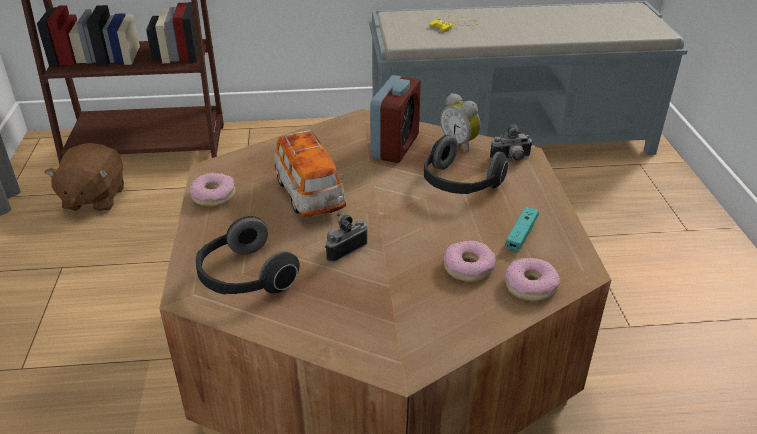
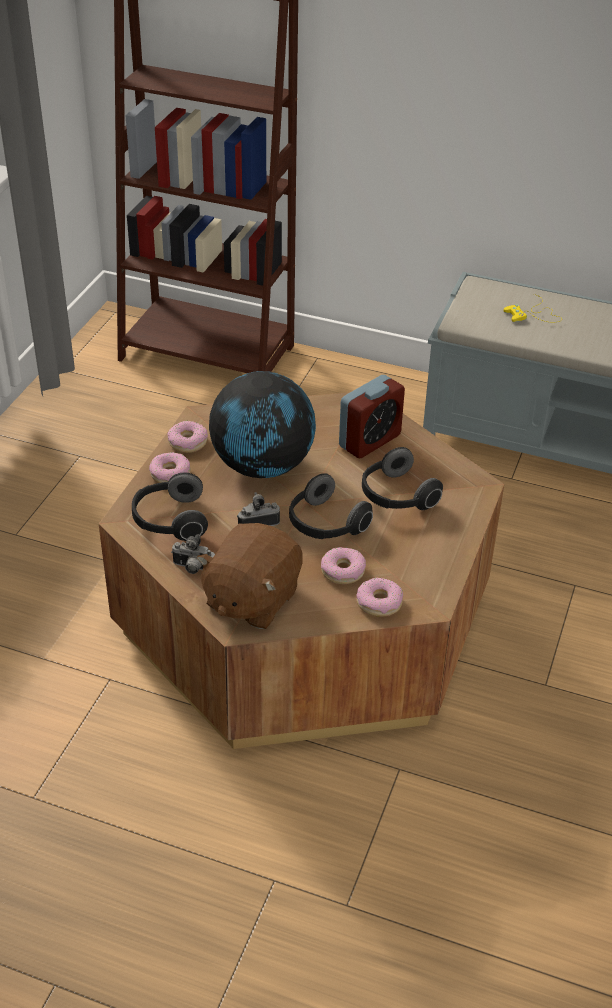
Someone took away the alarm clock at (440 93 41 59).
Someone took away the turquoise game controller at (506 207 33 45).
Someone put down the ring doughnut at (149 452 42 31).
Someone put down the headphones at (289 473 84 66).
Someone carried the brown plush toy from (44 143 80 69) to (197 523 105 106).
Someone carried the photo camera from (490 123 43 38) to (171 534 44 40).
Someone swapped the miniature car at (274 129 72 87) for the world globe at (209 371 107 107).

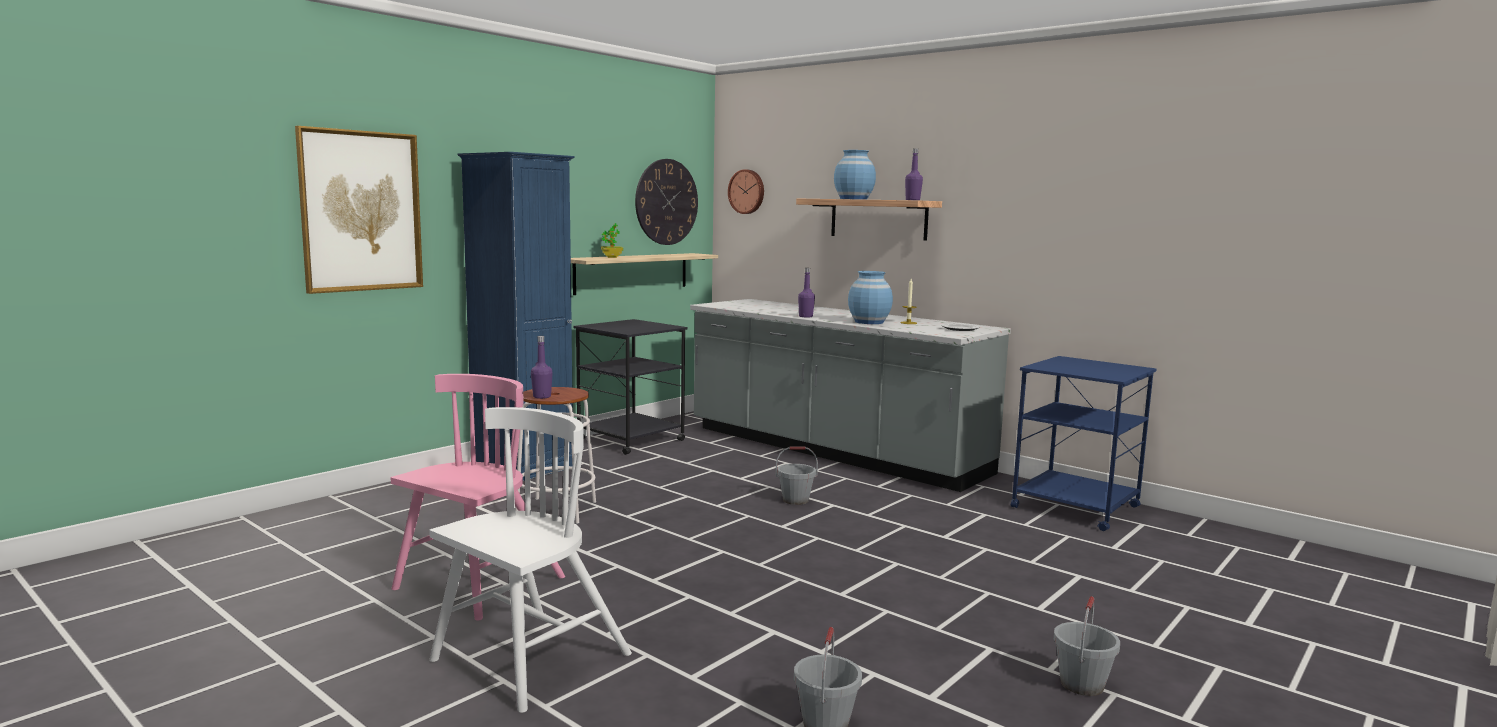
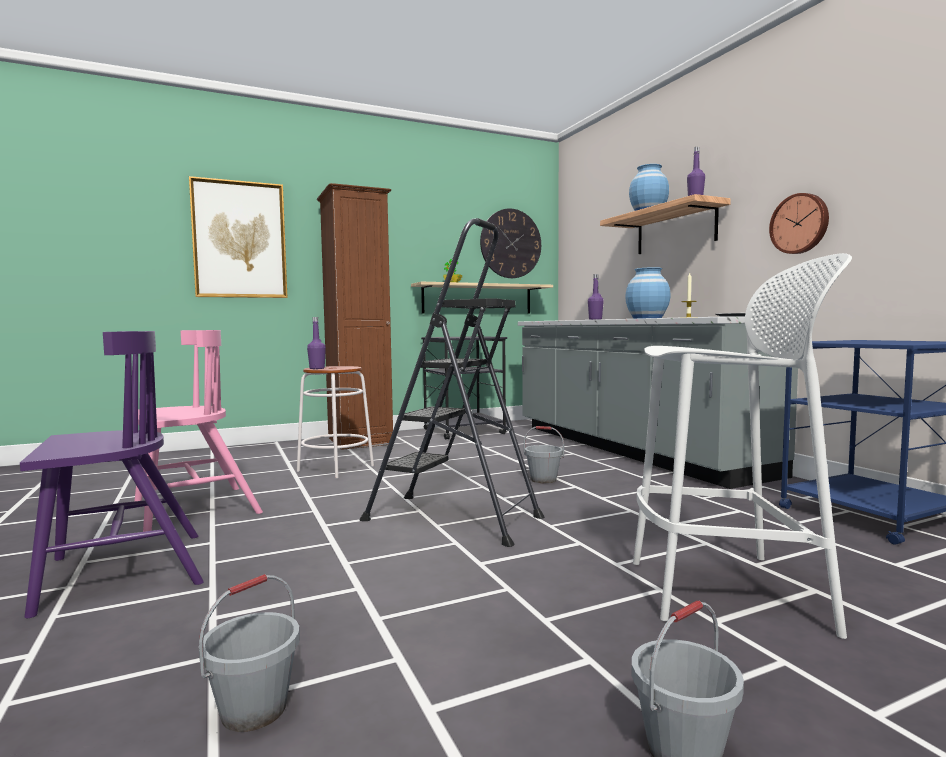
Someone put down the step stool at (360 218 184 329).
Someone put down the white-coloured sitting stool at (633 253 219 386).
Someone carried the wall clock from (728 169 36 45) to (769 193 60 61).
Someone repainted the white-coloured plain chair at (429 407 203 306), which became the purplish plain chair at (20 331 184 287).
Someone repainted the blue-coloured cabinet at (457 152 118 329), which became the brown cabinet at (317 183 76 267).

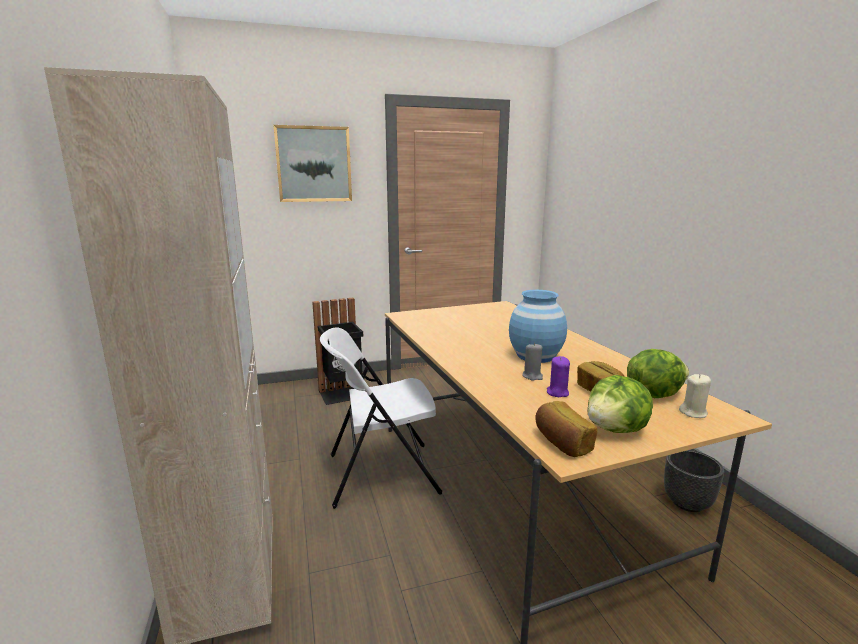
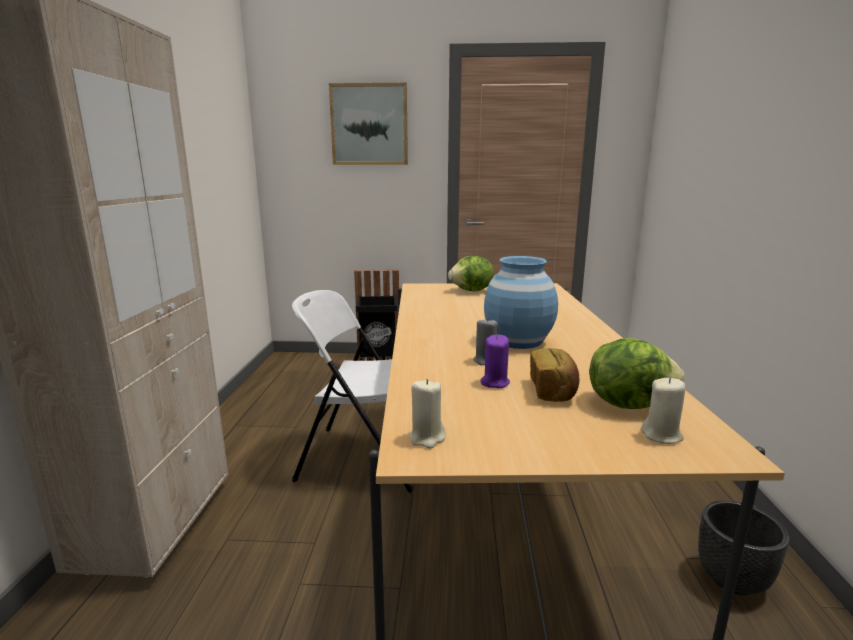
Someone carried the head of lettuce from (587 375 66 58) to (448 256 46 35).
Someone swapped the baked bread at (535 401 63 56) for the beige-coloured wax candle at (409 379 37 70).

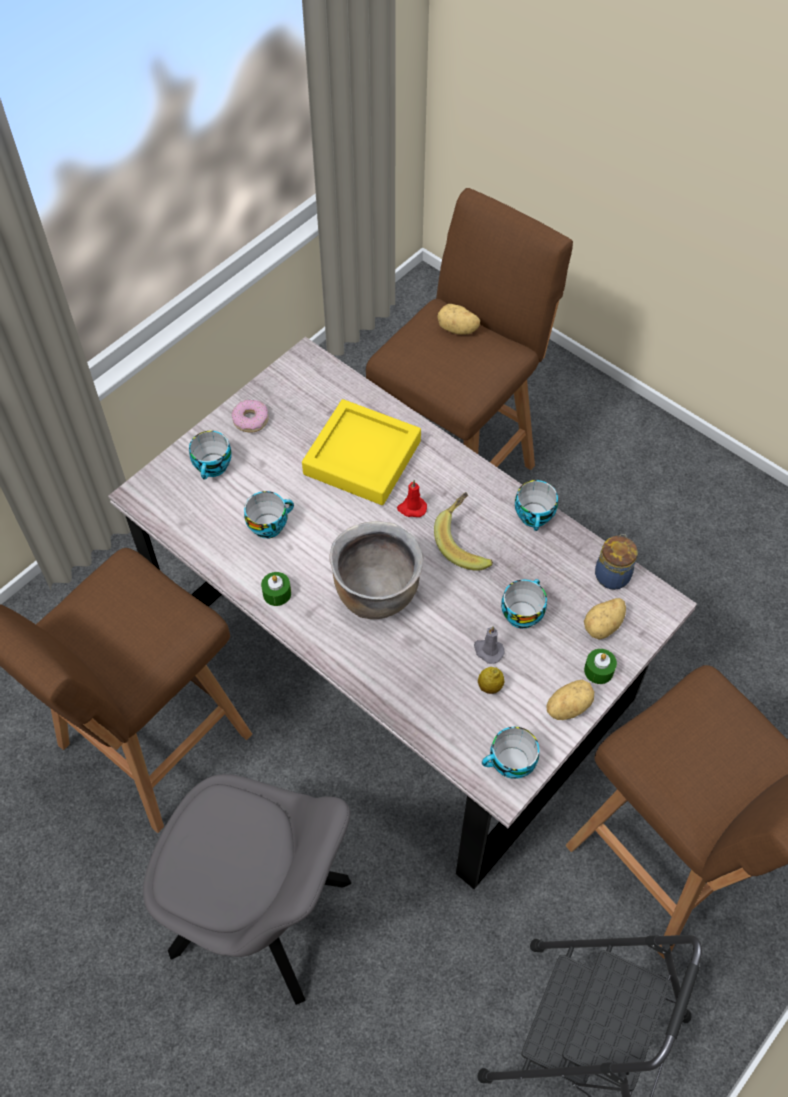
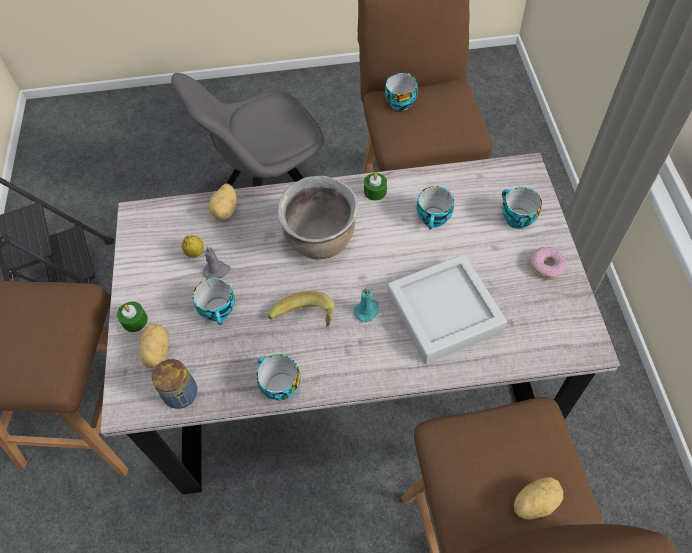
Someone carried the small cup from (482 727 57 52) to (385 73 33 38).
Someone carried the whole potato from (546 680 48 40) to (209 184 28 36).
Someone repainted the yellowish tray at (302 399 119 106), which became the gray tray at (387 254 120 110).
Someone repainted the red wax candle at (397 480 30 37), which became the turquoise wax candle at (354 287 25 35).

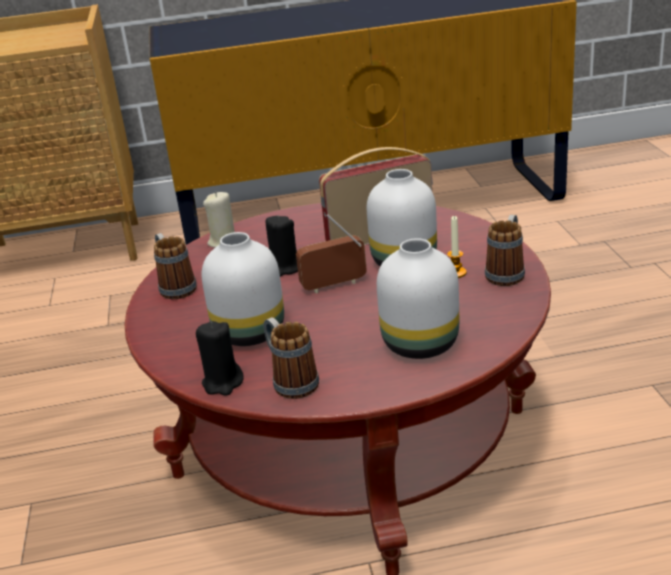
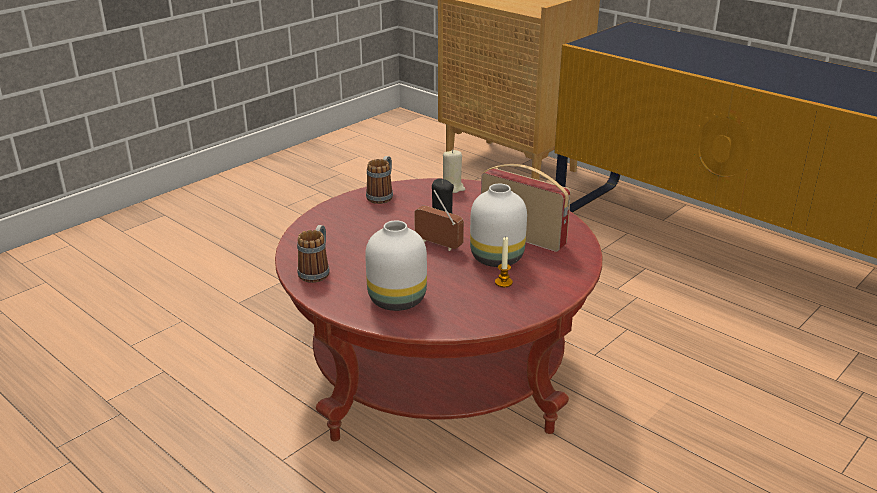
Someone took away the blackish wax candle at (196 321 48 75).
Someone took away the white-coloured vase at (201 232 83 114).
Someone took away the coffee mug at (485 215 40 71).

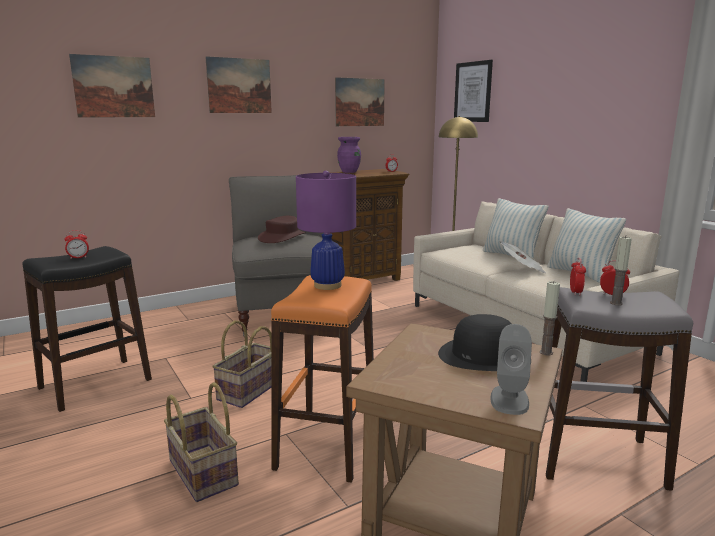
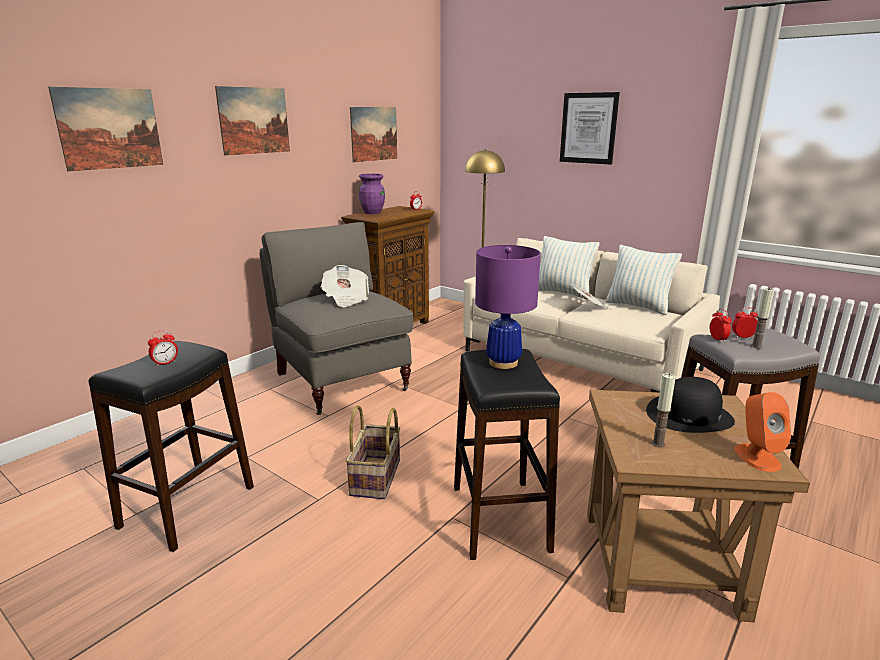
Someone took away the storage basket at (164 382 75 120).
Someone carried the wall picture from (454 60 39 62) to (560 92 60 73).
Someone carried the wax candle from (540 281 20 74) to (651 373 25 74).
Someone swapped the brown clothing hat at (258 216 48 27) for the newspaper at (320 265 49 42).
Someone repainted the orangey sitting stool at (271 275 103 208), which became the blackish sitting stool at (454 349 106 211).
Someone repainted the gray speaker at (490 324 42 91), which became the orangey speaker at (735 392 56 80).

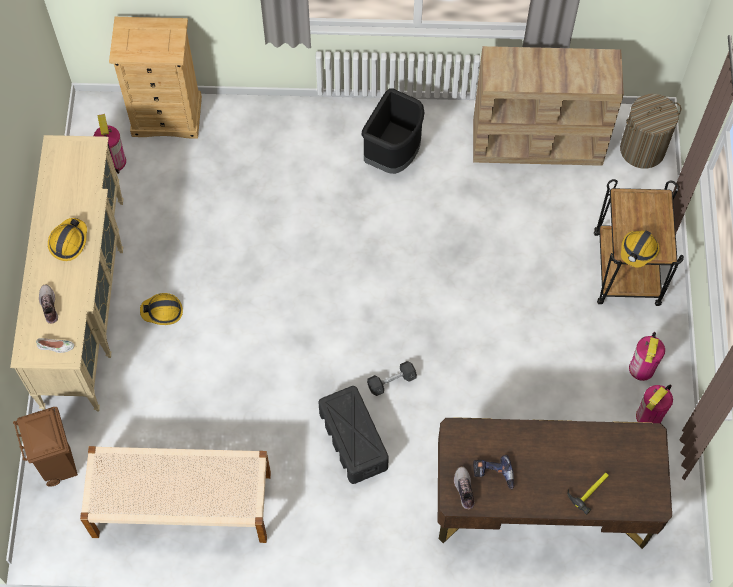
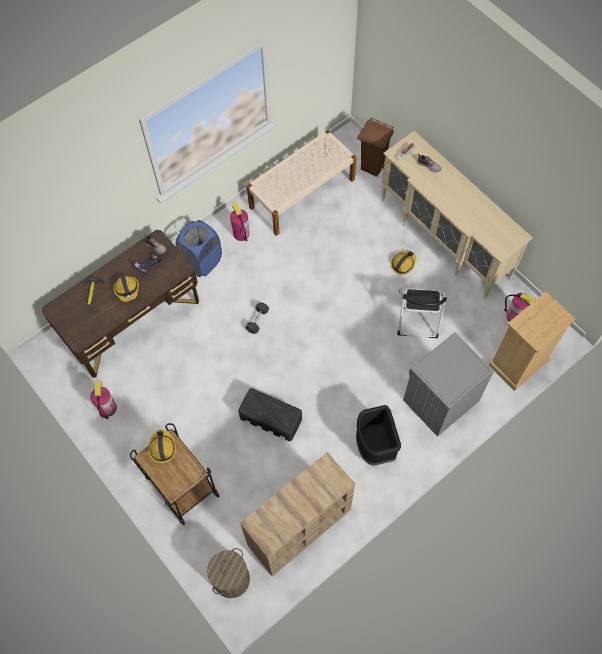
Someone put down the blue-coloured laundry basket at (175 220 47 57).
Someone put down the step stool at (397 288 50 50).
Someone put down the gray washing machine at (403 333 91 104).
Someone carried the safety helmet from (48 218 39 43) to (113 275 26 27).
Someone carried the blackish storage container from (318 386 71 98) to (238 388 64 53).
Someone carried the fire extinguisher from (629 332 36 49) to (230 201 19 40).

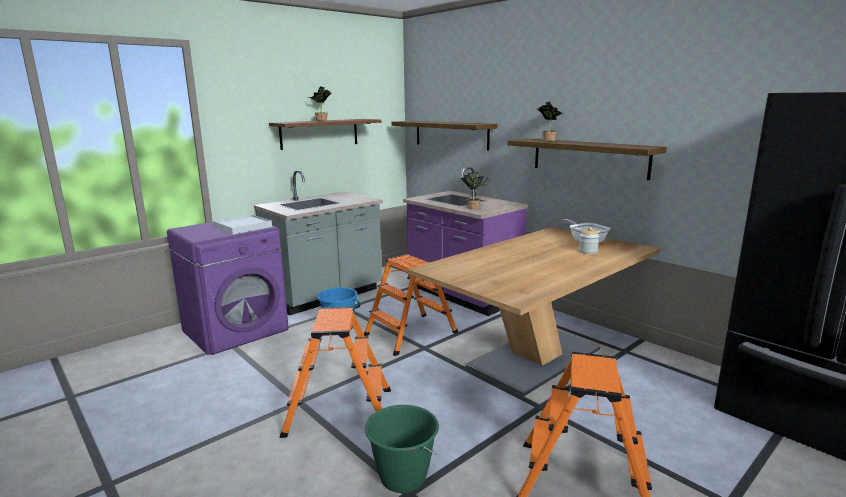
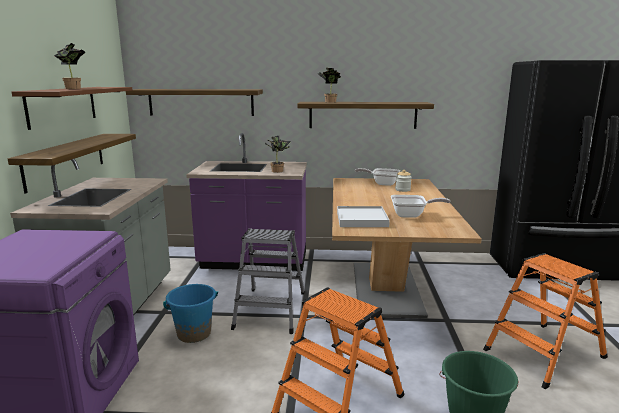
Someone put up the wall shelf at (8 134 128 60).
Someone put down the pan at (391 195 60 23).
Someone carried the white-coloured tray from (213 215 59 19) to (337 206 53 21).
Someone repainted the orangey step stool at (364 254 94 102), which became the gray step stool at (231 228 74 106).

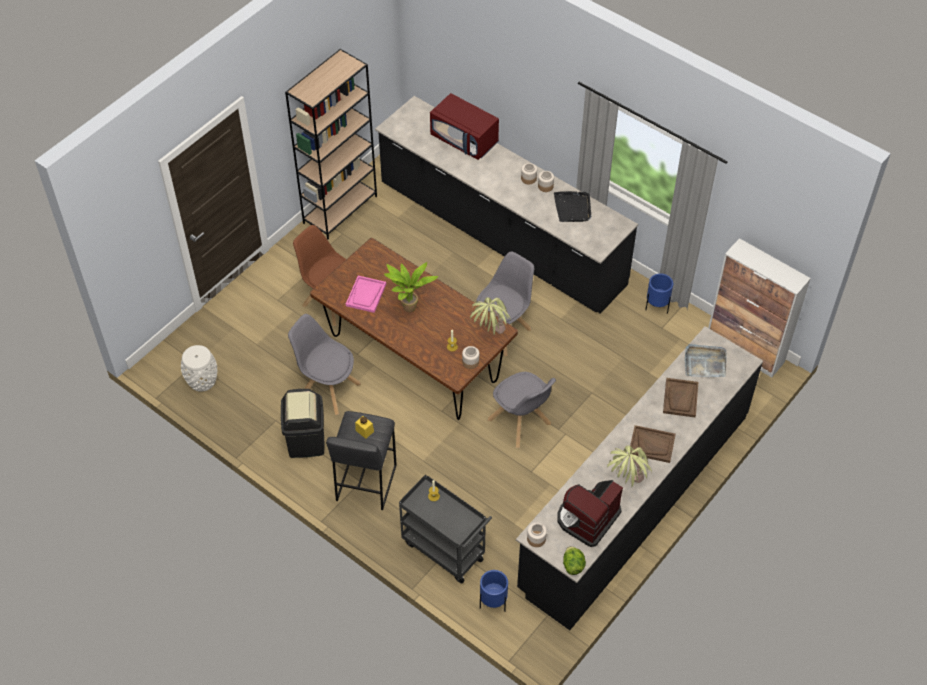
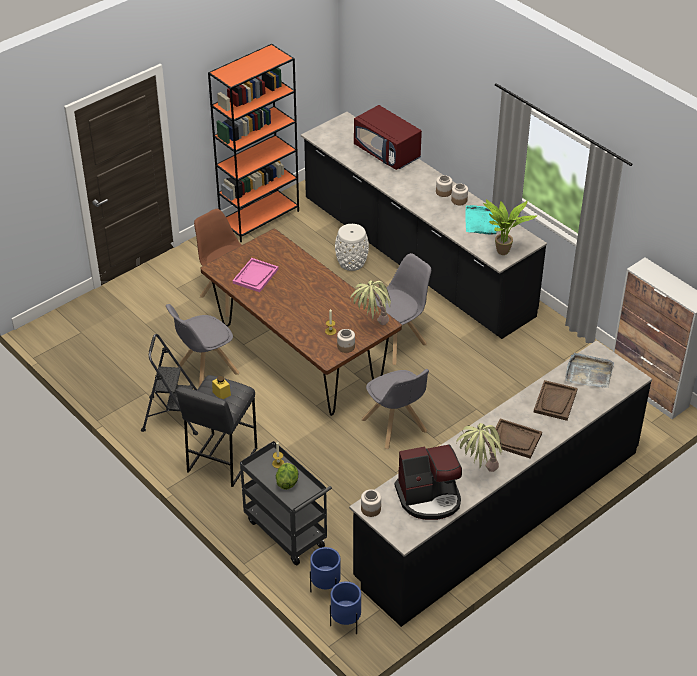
Someone carried the white-coloured sitting stool from (181 345 36 47) to (335 224 34 47).
Someone carried the houseplant from (384 262 54 50) to (483 199 54 56).
Someone carried the head of lettuce from (563 546 23 29) to (276 463 23 27).
Someone carried the blue-coloured flower pot from (645 273 28 41) to (330 582 31 52).
Someone swapped the blackish waste bin at (281 389 43 69) for the blackish step stool at (141 334 57 101).
Someone repainted the beige-coloured shelving unit at (285 49 92 190), which became the orangey shelving unit at (208 44 91 198).
Someone repainted the blackish tray at (554 191 37 31), which became the turquoise tray at (465 205 35 29).
Someone rotated the gray plain chair at (288 314 73 101) by 75 degrees counterclockwise.
Someone rotated the coffee machine at (557 480 66 67) by 150 degrees counterclockwise.

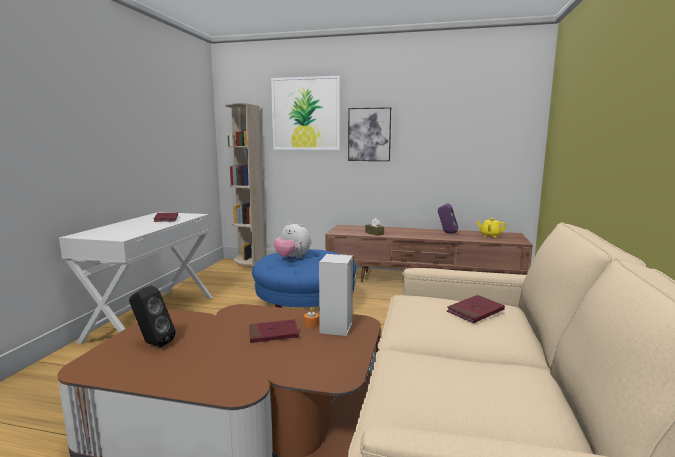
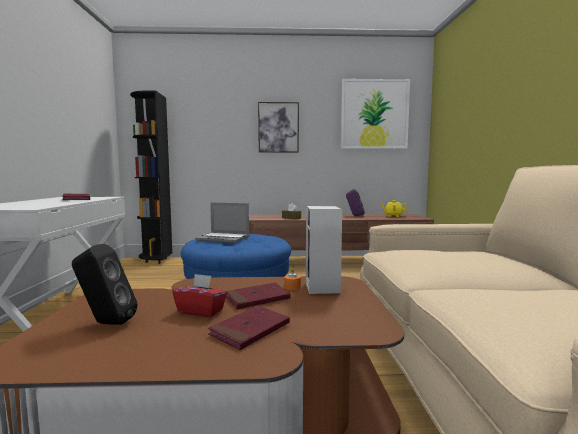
Someone put down the red tissue box at (172 274 55 43).
Someone carried the wall picture from (271 76 69 74) to (341 79 69 70).
Someone carried the red bound book from (447 295 58 28) to (208 305 82 45).
Someone swapped the plush toy at (274 222 37 36) for the portable computer at (195 202 54 41).
Someone repainted the beige-coloured shelving unit at (225 103 40 165), which became the blackish shelving unit at (130 90 42 174).

